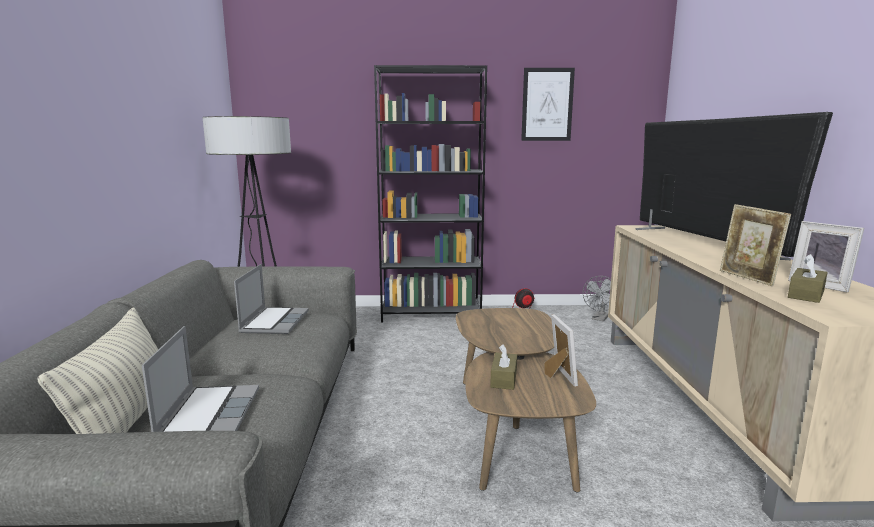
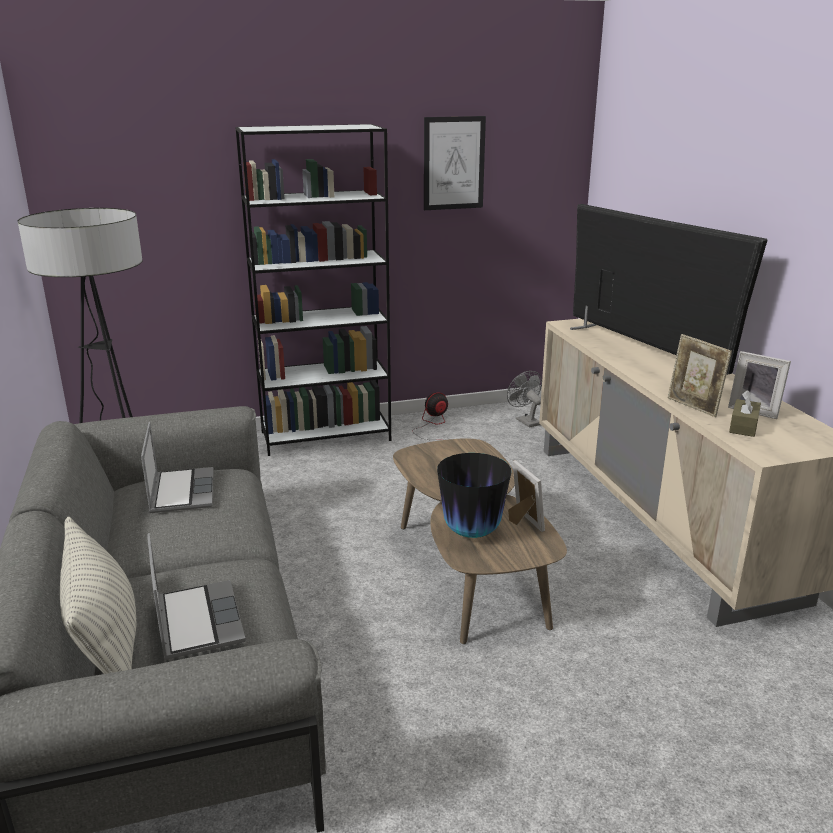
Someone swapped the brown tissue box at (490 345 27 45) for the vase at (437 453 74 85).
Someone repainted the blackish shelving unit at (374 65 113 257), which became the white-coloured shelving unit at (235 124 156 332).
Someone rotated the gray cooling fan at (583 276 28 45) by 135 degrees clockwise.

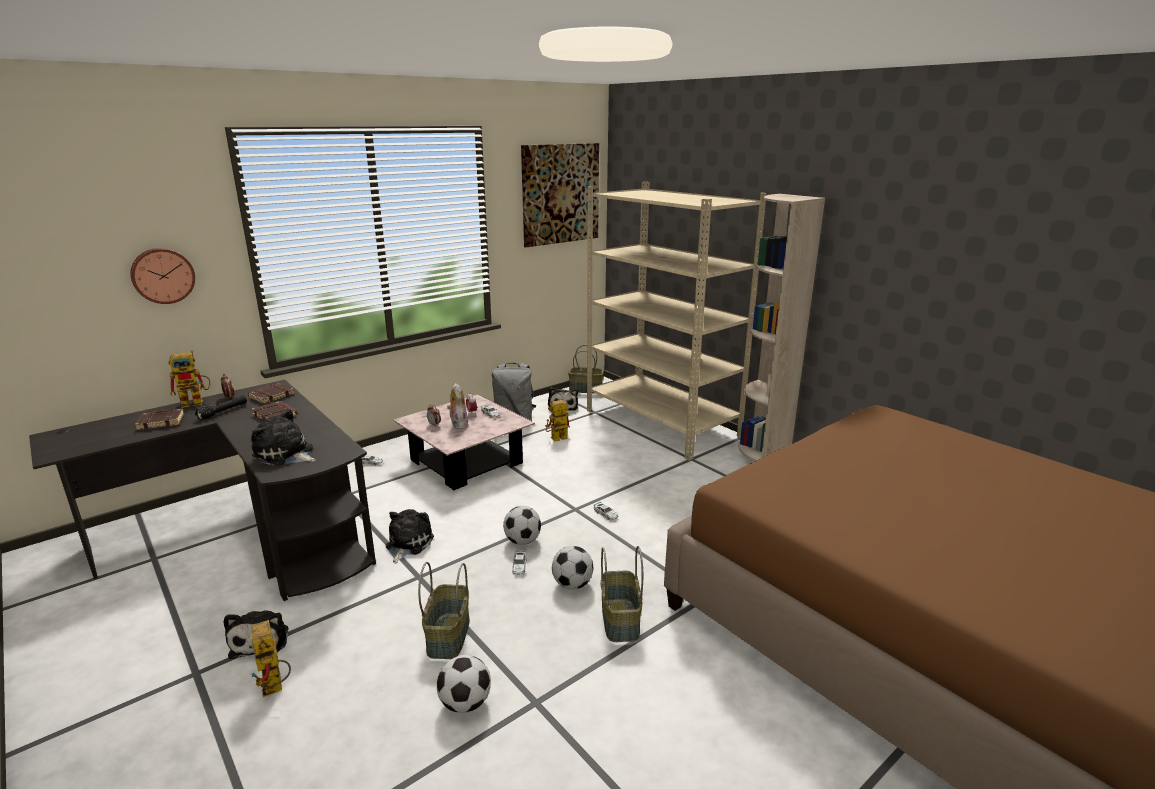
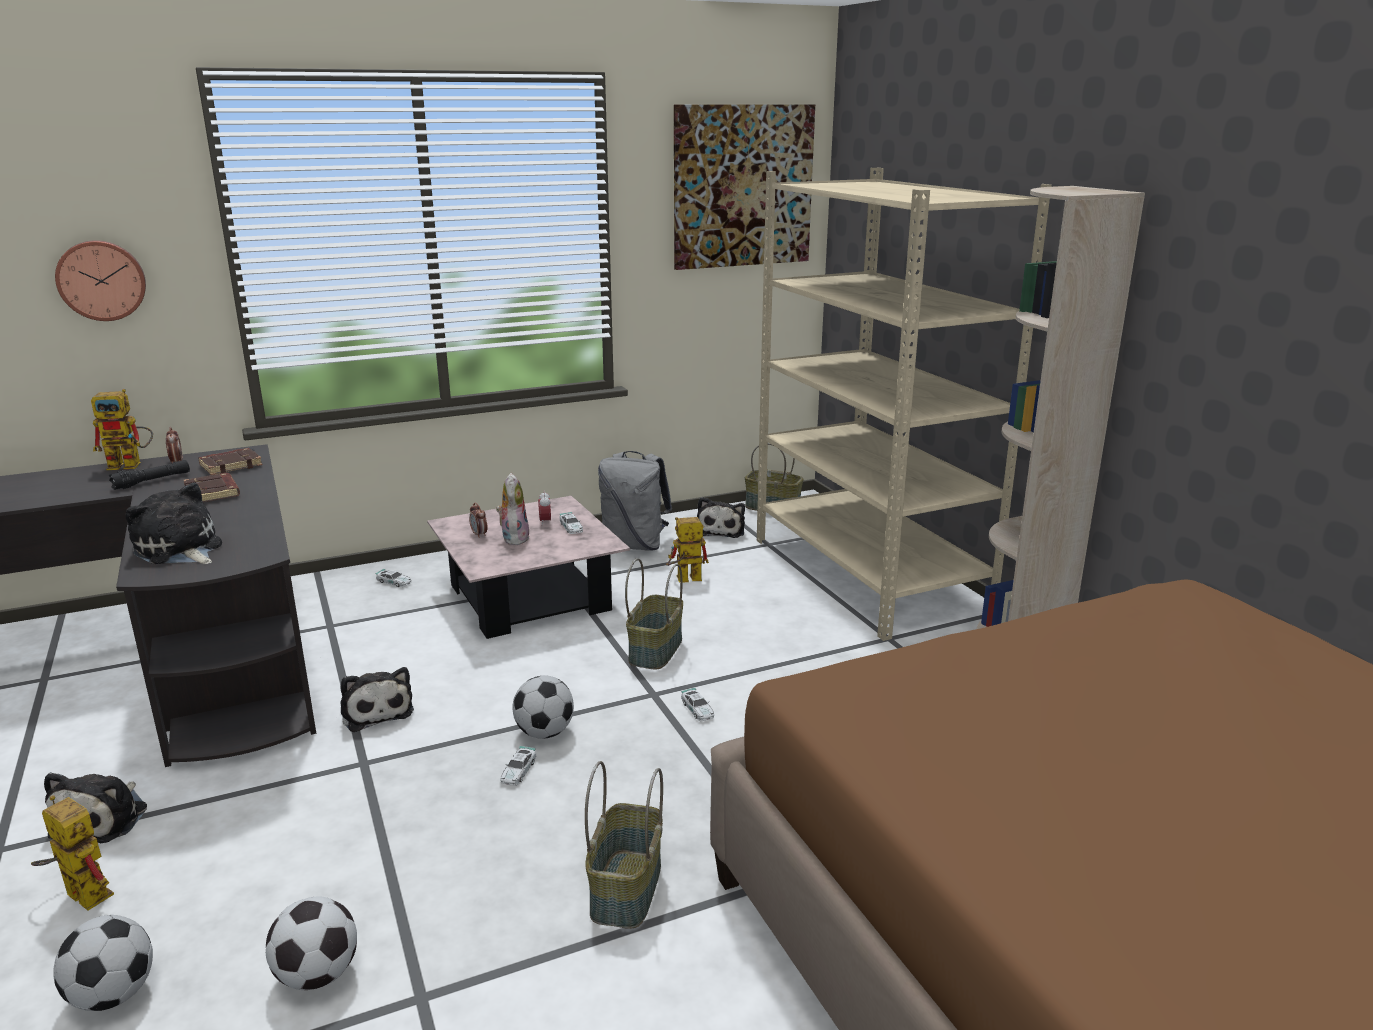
Someone took away the brown bound book at (135 409 49 21).
Someone carried the storage basket from (418 562 52 97) to (625 558 58 112).
Someone carried the football ball from (552 546 41 44) to (53 915 100 96).
Someone rotated the model robot at (250 620 41 77) by 135 degrees clockwise.
Someone rotated the plush toy at (386 509 48 54) by 120 degrees clockwise.

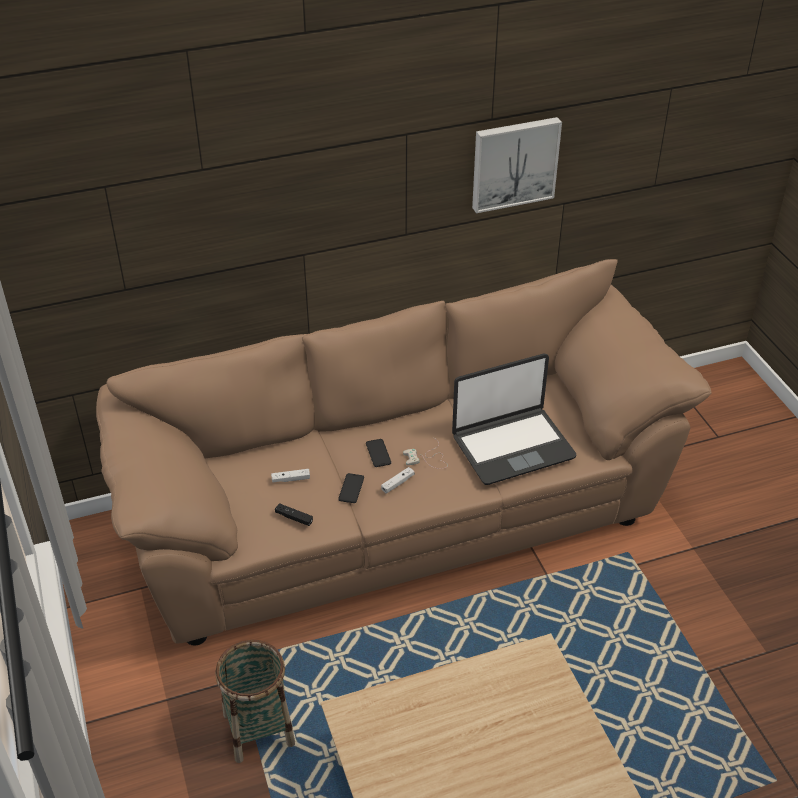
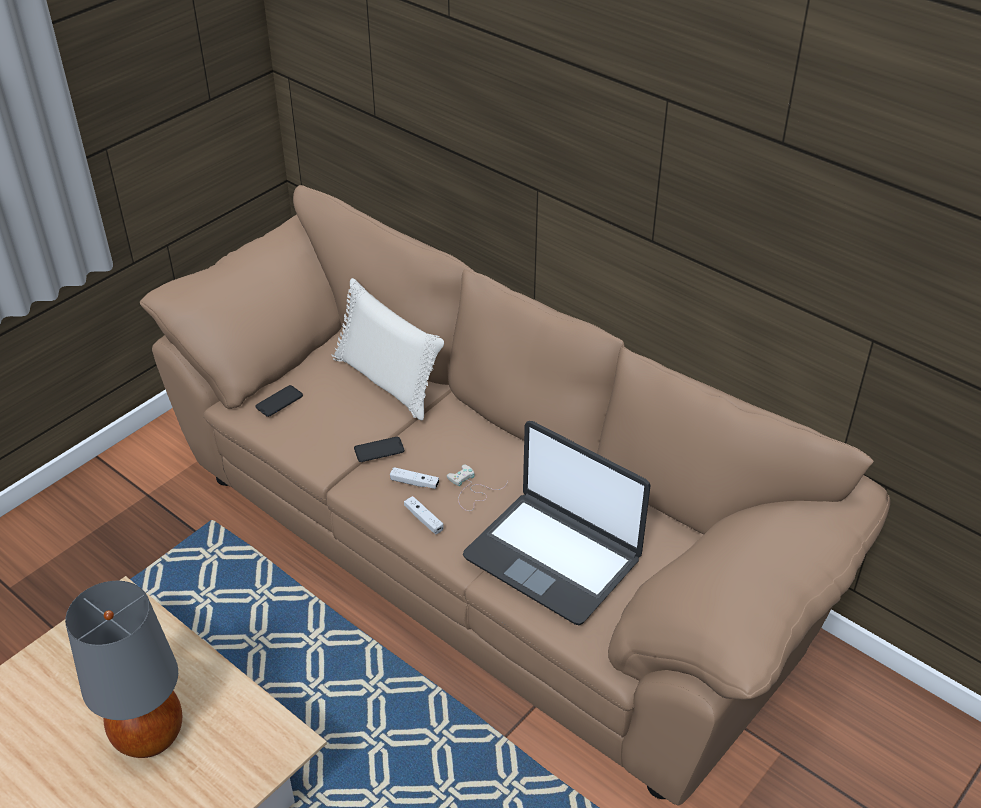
Someone took away the storage basket at (215 640 80 123).
Someone took away the blackish game controller at (275 503 38 23).
Someone took away the wall picture at (472 117 90 96).
Someone put down the gray tabletop lamp at (65 581 117 177).
Someone put down the white-coloured pillow at (331 278 113 142).
Someone carried the white-coloured game controller from (271 469 39 13) to (404 496 40 38).
Someone carried the handset from (366 439 25 28) to (256 385 47 32).

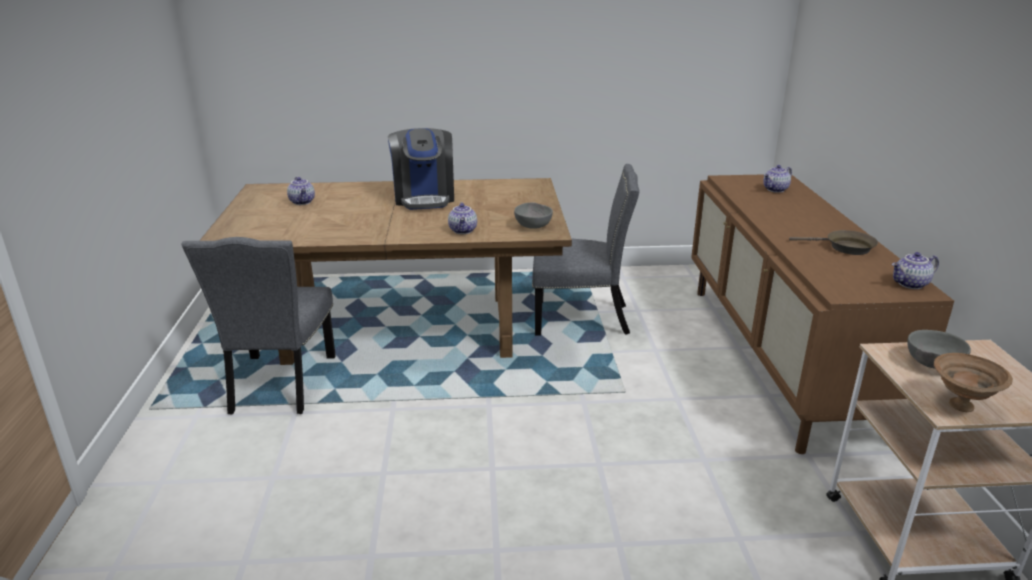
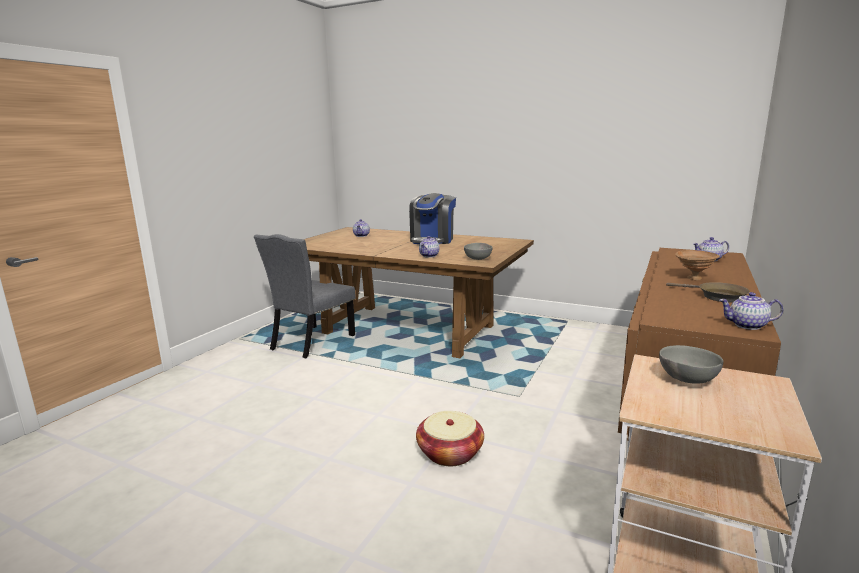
Someone took away the gray plain chair at (532 164 107 172).
Someone put down the storage basket at (416 411 68 55).
Someone carried the brown bowl from (934 353 79 59) to (675 250 45 30).

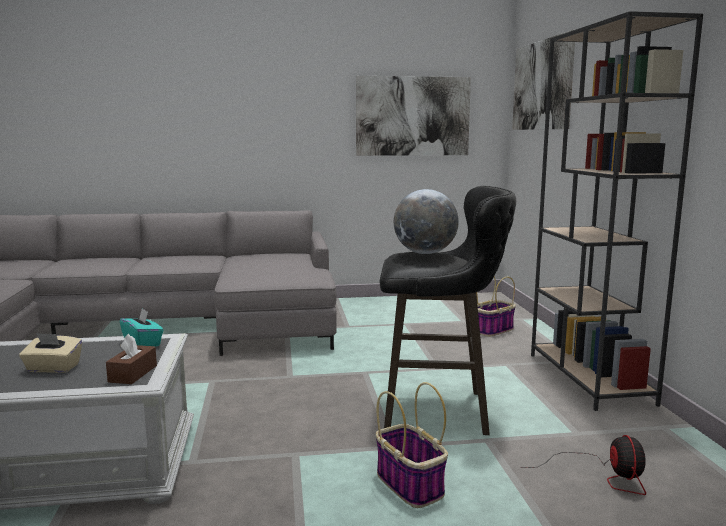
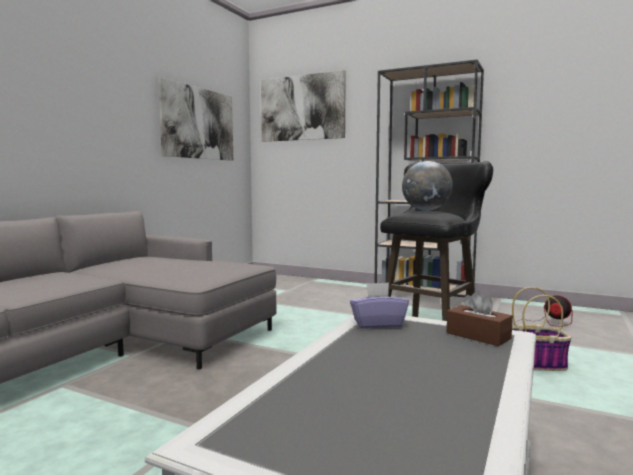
Someone took away the beige-coloured tissue box at (19 333 63 40).
Someone took away the storage basket at (476 276 40 61).
Someone repainted the turquoise tissue box at (120 308 44 39), which became the purplish tissue box at (350 283 59 46).

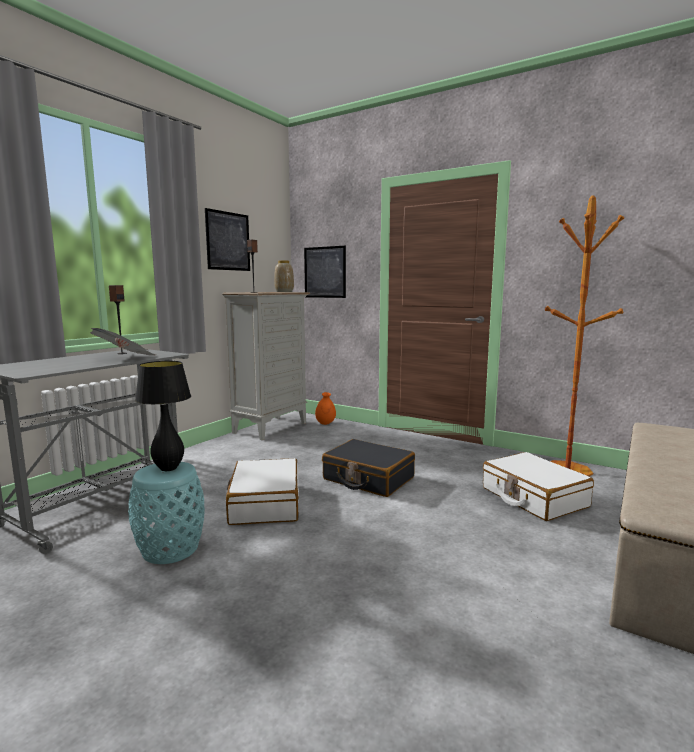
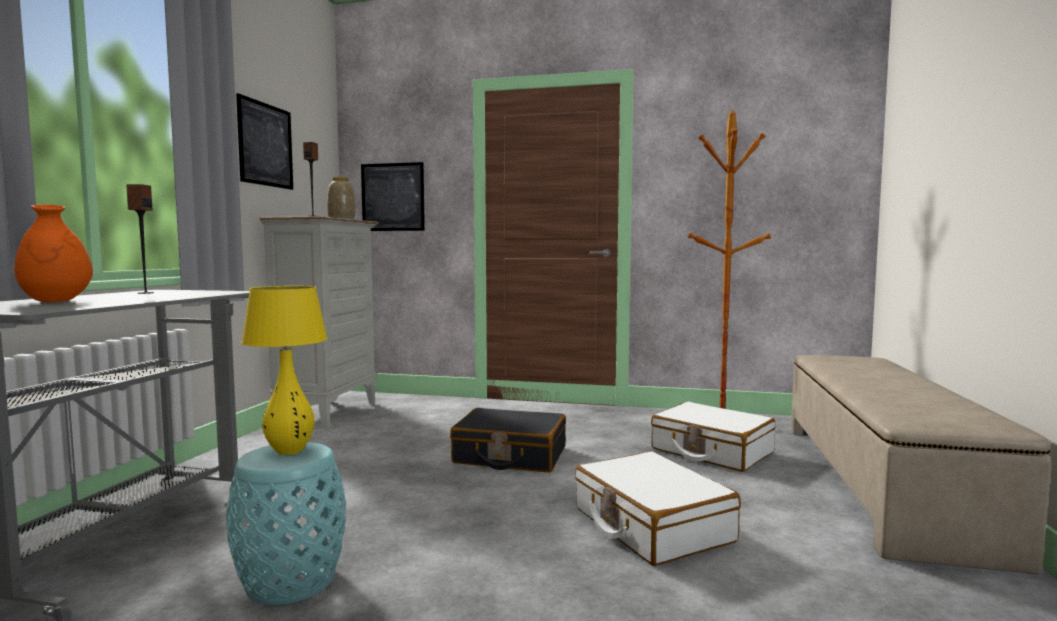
Someone took away the newspaper at (90 328 66 28).
Someone carried the white-coloured travel case from (226 458 73 67) to (575 451 166 115).
Someone carried the orangey vase from (315 392 21 33) to (14 204 79 98).
Someone repainted the blackish tabletop lamp at (135 361 56 110), which became the yellowish tabletop lamp at (241 286 87 169).

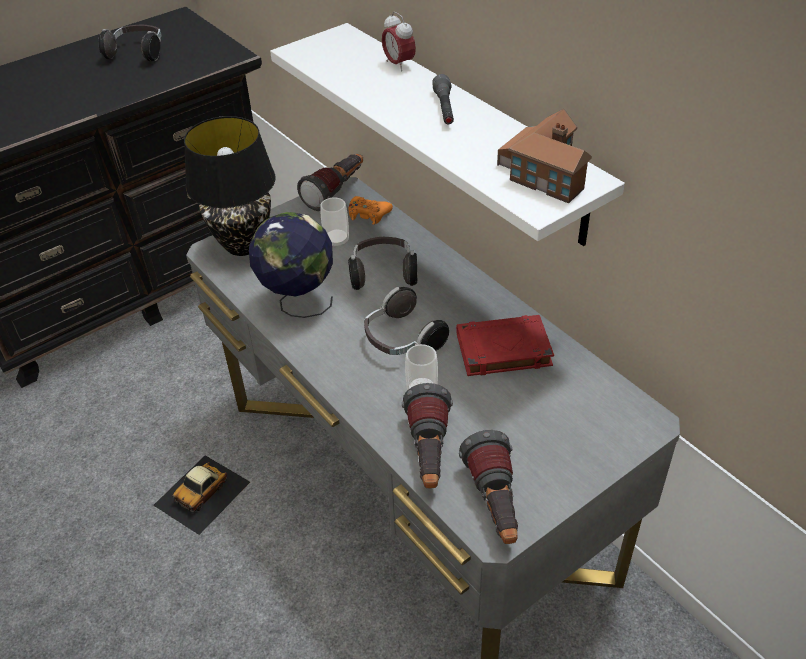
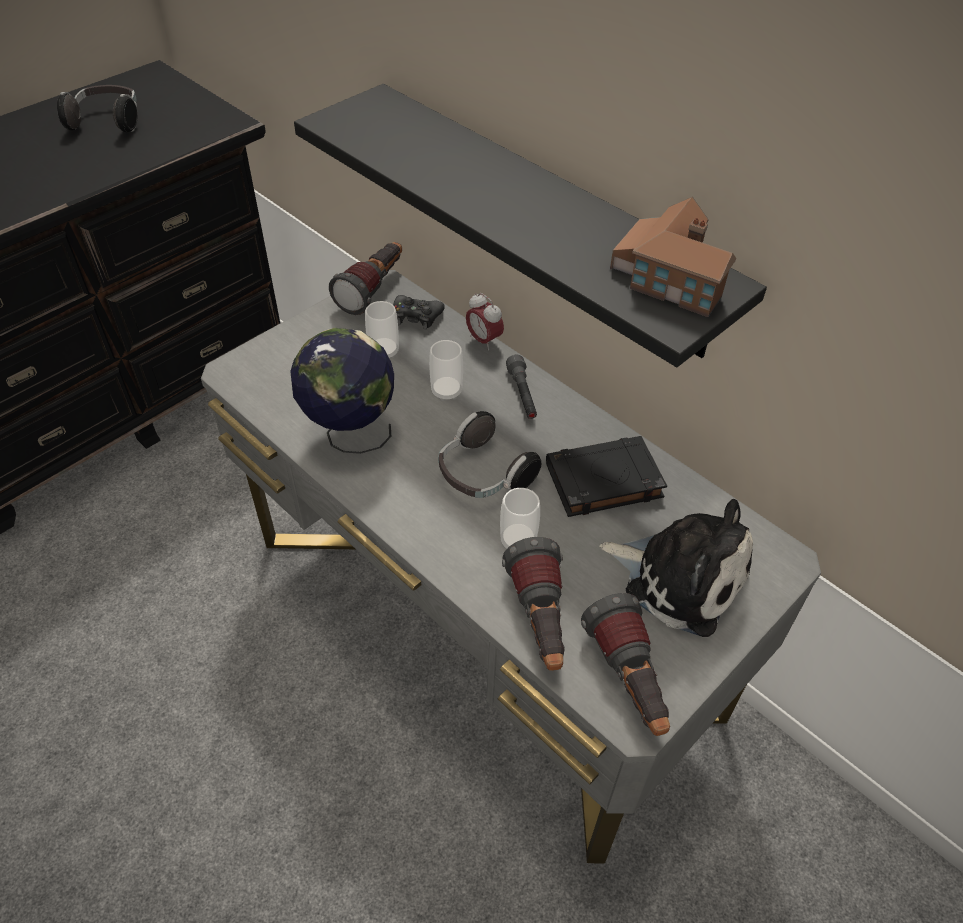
Someone took away the miniature car at (153 455 97 80).
Someone took away the blackish tabletop lamp at (184 116 92 140).
Someone put down the plush toy at (599 499 154 138).
Someone carried the alarm clock from (382 12 34 60) to (466 293 38 58).
Someone carried the gray torch from (432 74 22 50) to (506 355 31 64).
Someone swapped the headphones at (348 237 69 53) for the small cup at (429 340 34 61).
Someone repainted the white-coloured wall shelf at (270 23 355 223), which became the blackish wall shelf at (294 84 473 283).
Someone repainted the orangey game controller at (349 196 44 29), which became the blackish game controller at (393 295 52 34).
Someone repainted the red bound book at (456 315 98 61), which became the blackish bound book at (546 436 121 81).

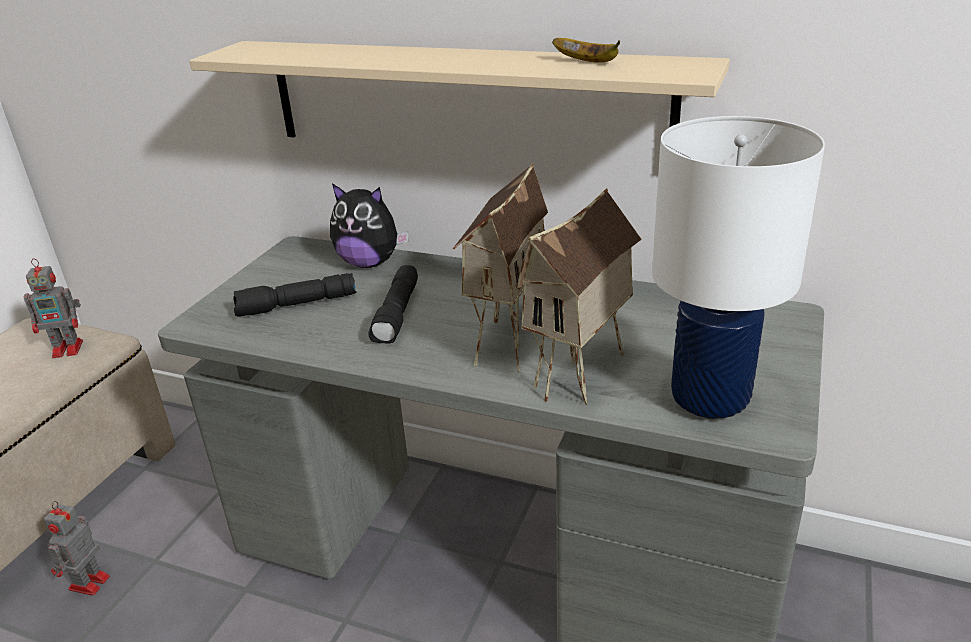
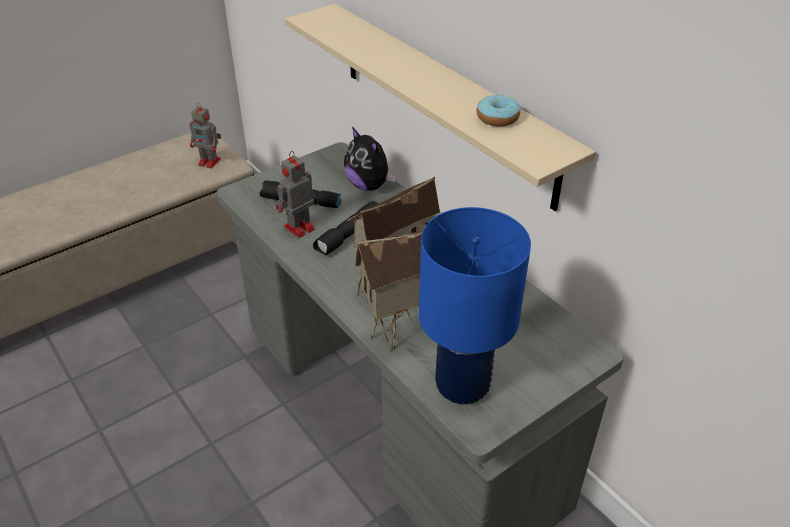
Someone carried the model robot from (44 501 66 95) to (276 151 39 87).
Someone swapped the whole banana at (552 38 68 25) for the ring doughnut at (477 95 43 32).
Someone repainted the white-coloured tabletop lamp at (652 116 173 303), which became the blue-coloured tabletop lamp at (419 207 112 197).

